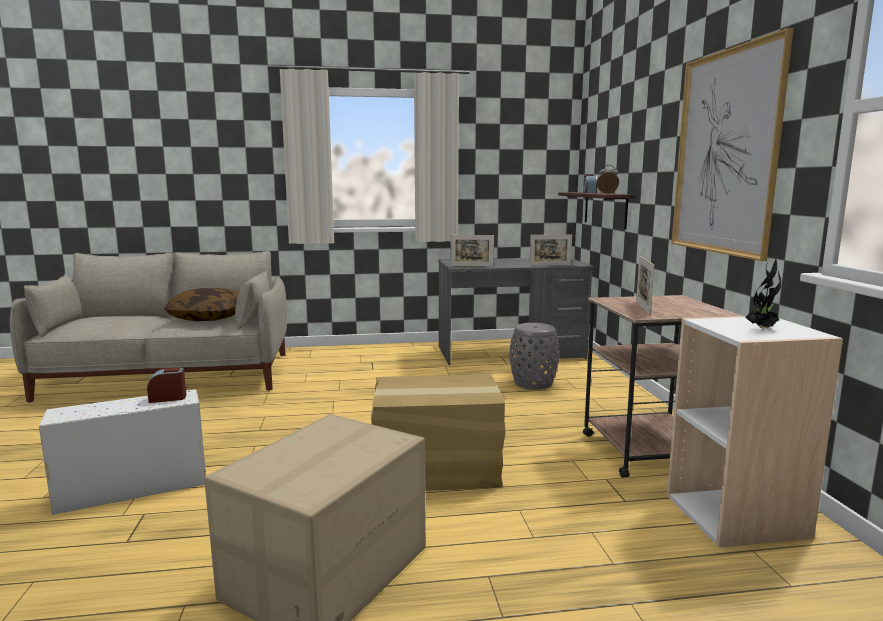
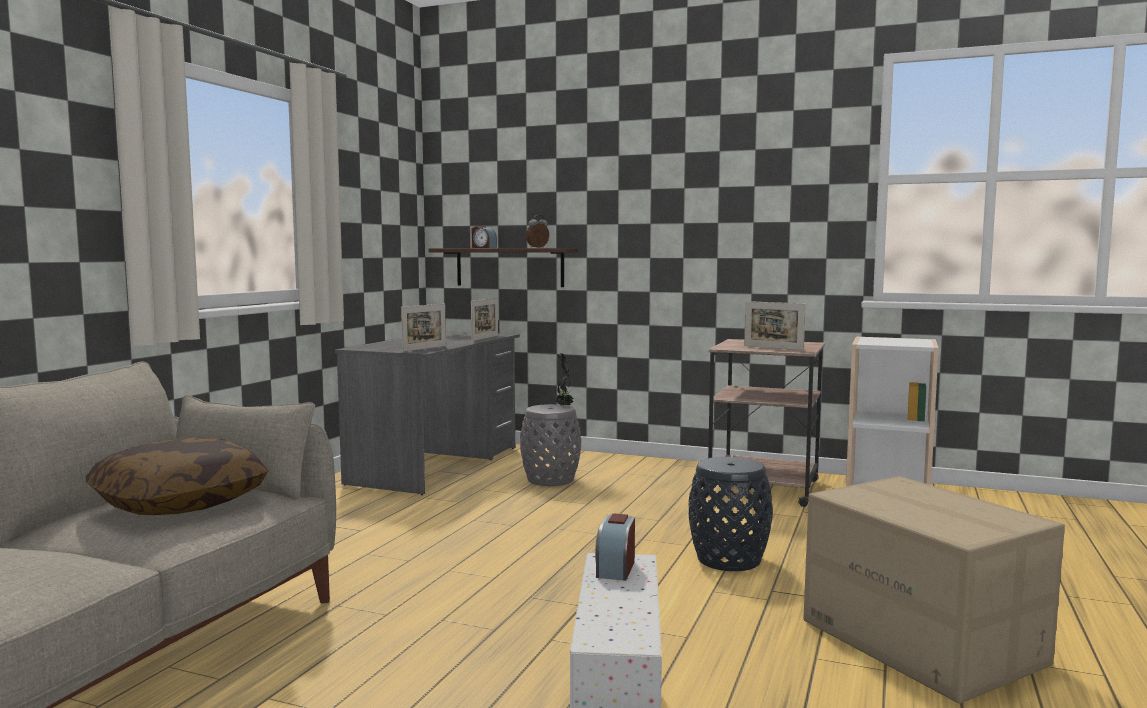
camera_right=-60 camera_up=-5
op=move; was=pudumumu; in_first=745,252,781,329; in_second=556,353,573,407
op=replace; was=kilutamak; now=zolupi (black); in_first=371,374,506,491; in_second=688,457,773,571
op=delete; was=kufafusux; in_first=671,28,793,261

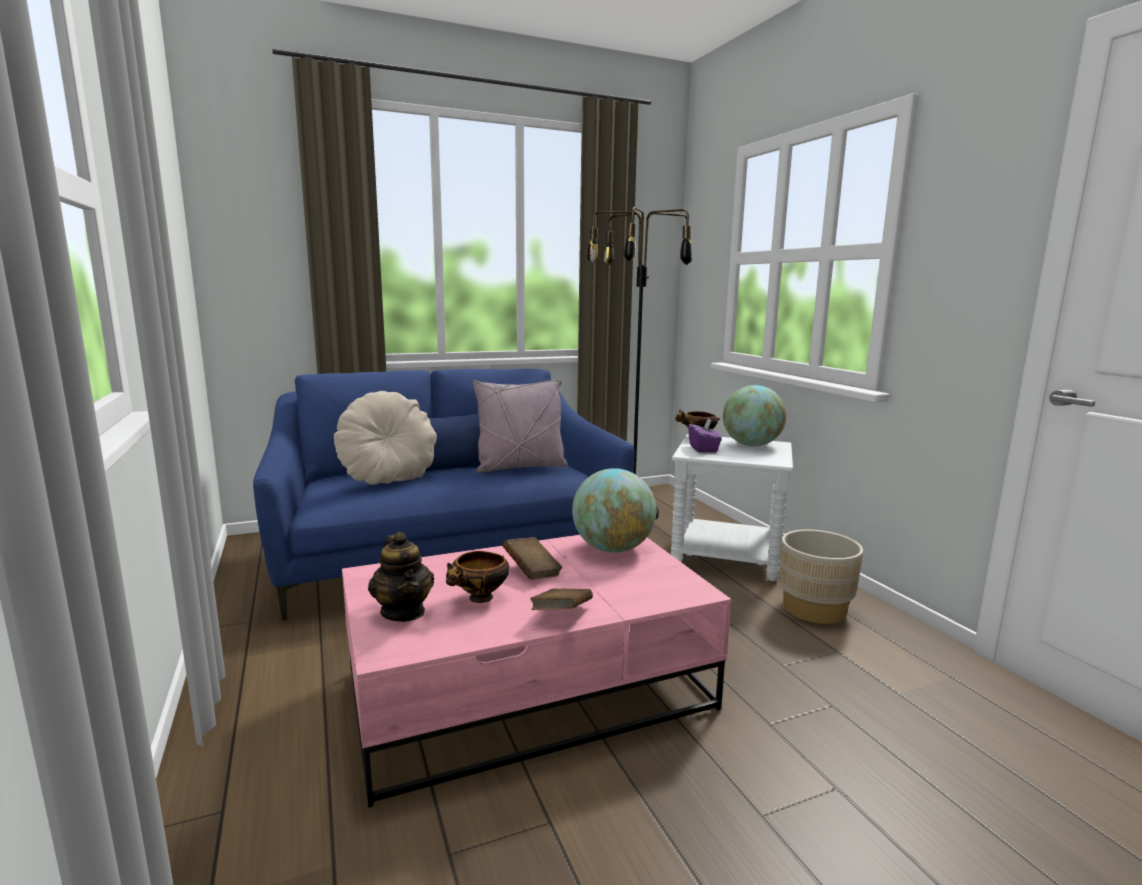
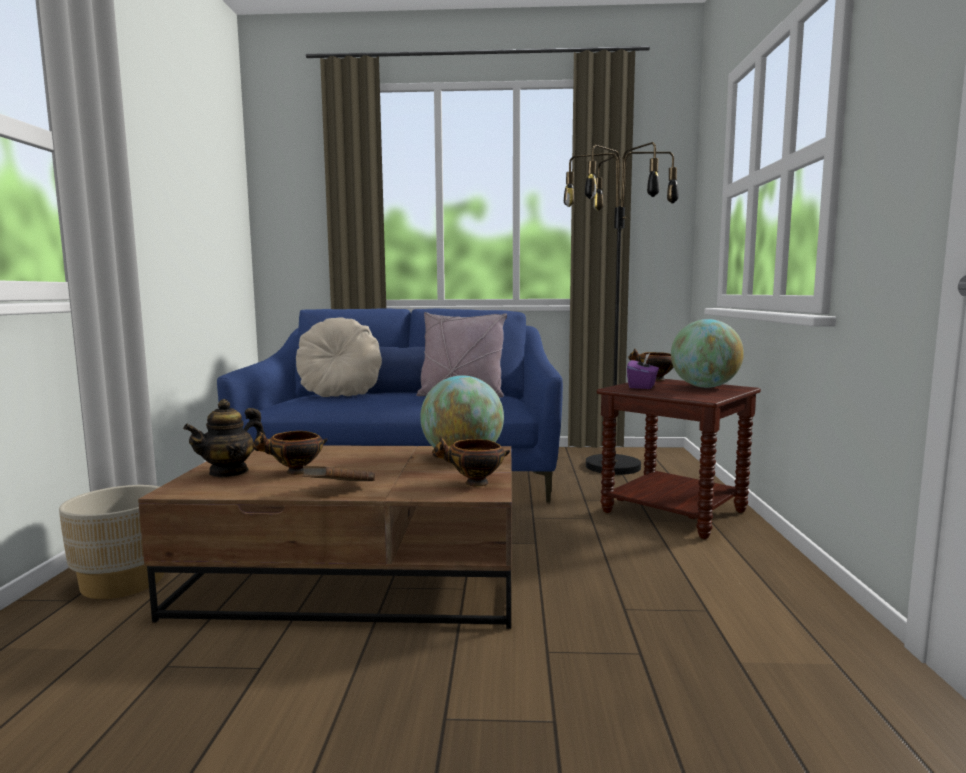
camera_right=25 camera_up=-5
op=move; was=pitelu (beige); in_first=779,530,863,624; in_second=59,485,164,599
op=recolor; was=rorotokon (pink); now=rorotokon (brown); in_first=342,535,731,807; in_second=138,445,512,629
op=rotate; was=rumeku; in_first=368,532,434,622; in_second=183,399,266,478; clockwise=45
op=insert; now=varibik; in_second=432,437,510,487
op=recolor; was=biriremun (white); now=biriremun (brown); in_first=671,434,793,581; in_second=597,379,761,539
op=delete; was=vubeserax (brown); in_first=502,537,562,579

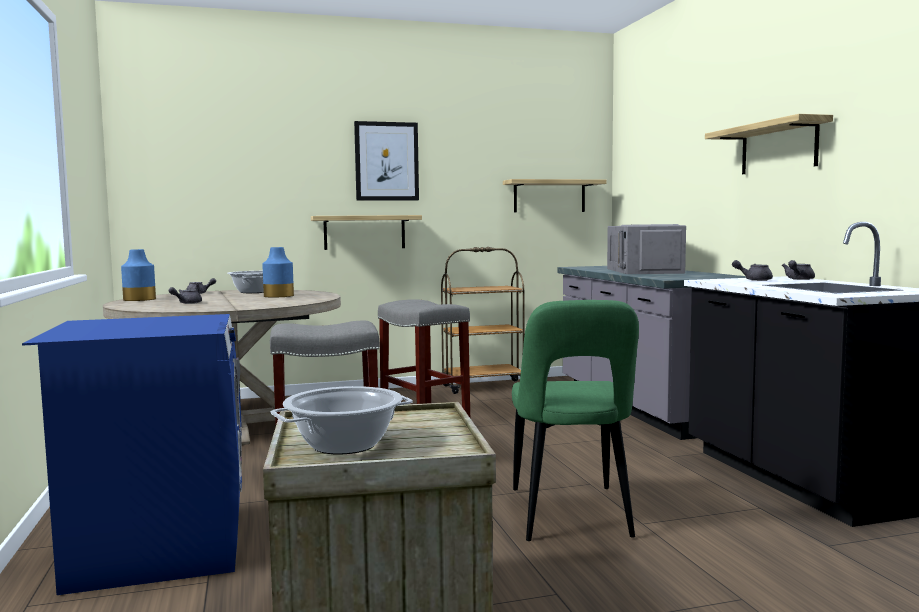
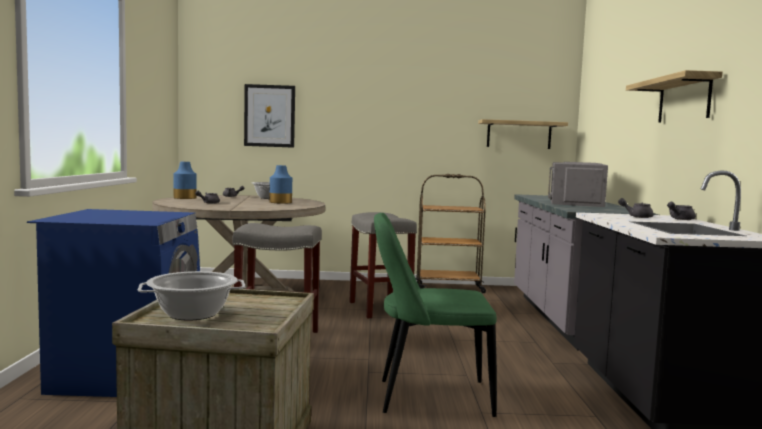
camera_right=15 camera_up=0
op=move; was=kufafusux; in_first=354,121,419,201; in_second=244,84,295,148
op=rotate; was=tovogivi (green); in_first=512,300,639,541; in_second=374,213,497,417; clockwise=75
op=delete; was=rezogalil; in_first=311,215,422,250

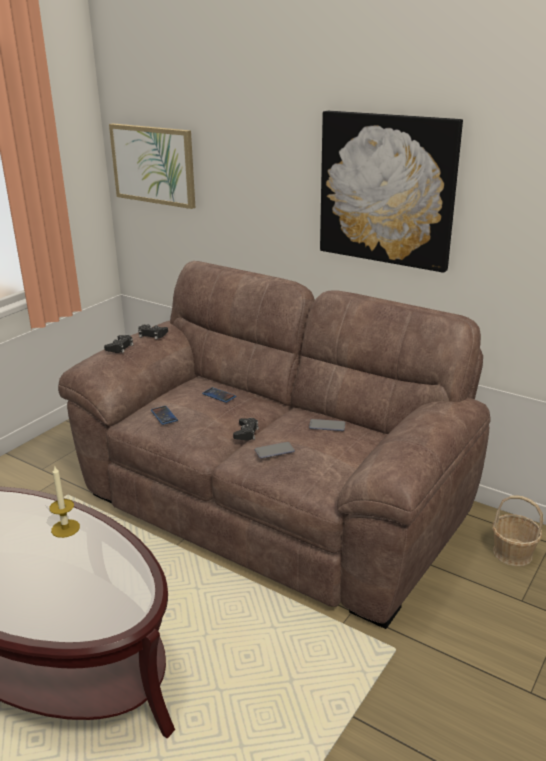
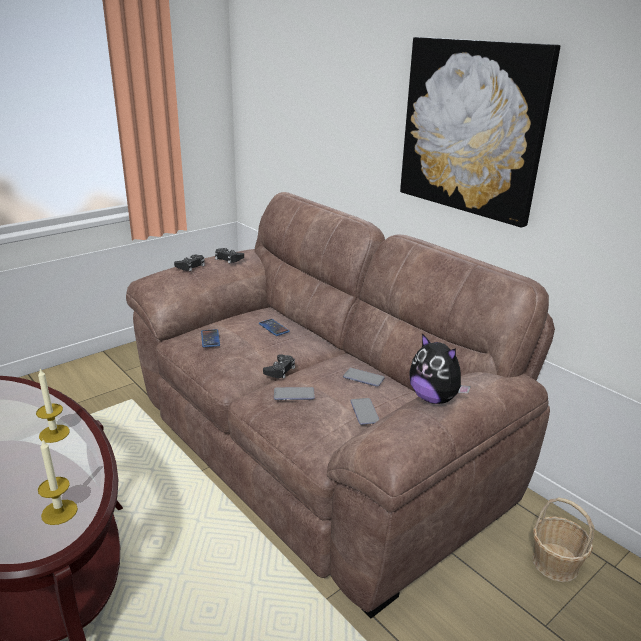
camera_right=15 camera_up=0
op=insert; now=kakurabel; in_second=38,440,78,525
op=insert; now=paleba; in_second=351,398,379,425
op=insert; now=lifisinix; in_second=409,333,471,404
op=delete; was=kufafusux; in_first=109,123,195,209

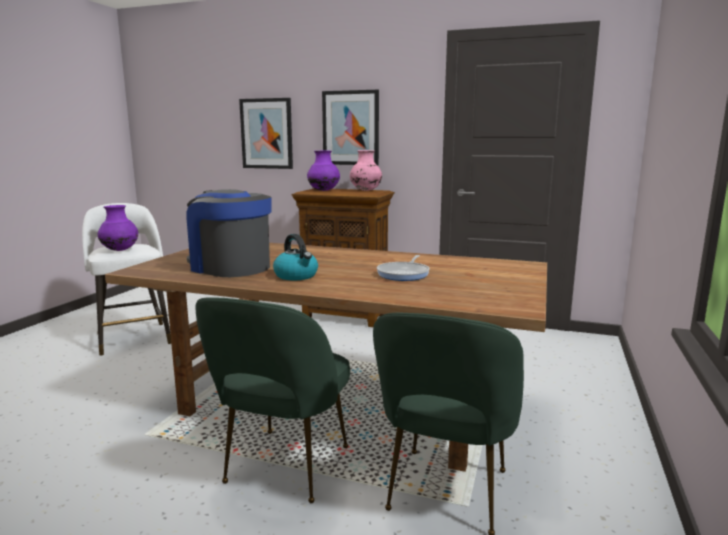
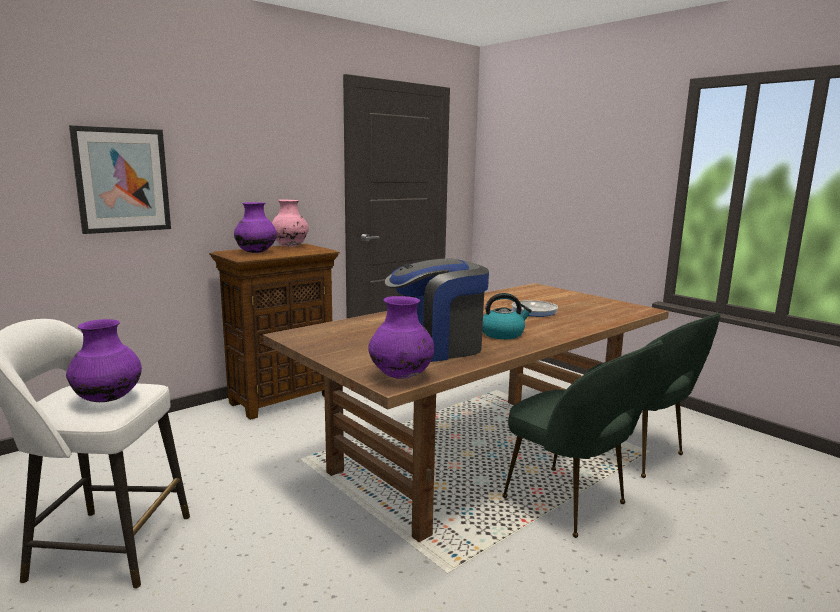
camera_right=-60 camera_up=0
op=insert; now=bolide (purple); in_second=368,296,434,379
op=delete; was=kufafusux; in_first=322,90,379,165

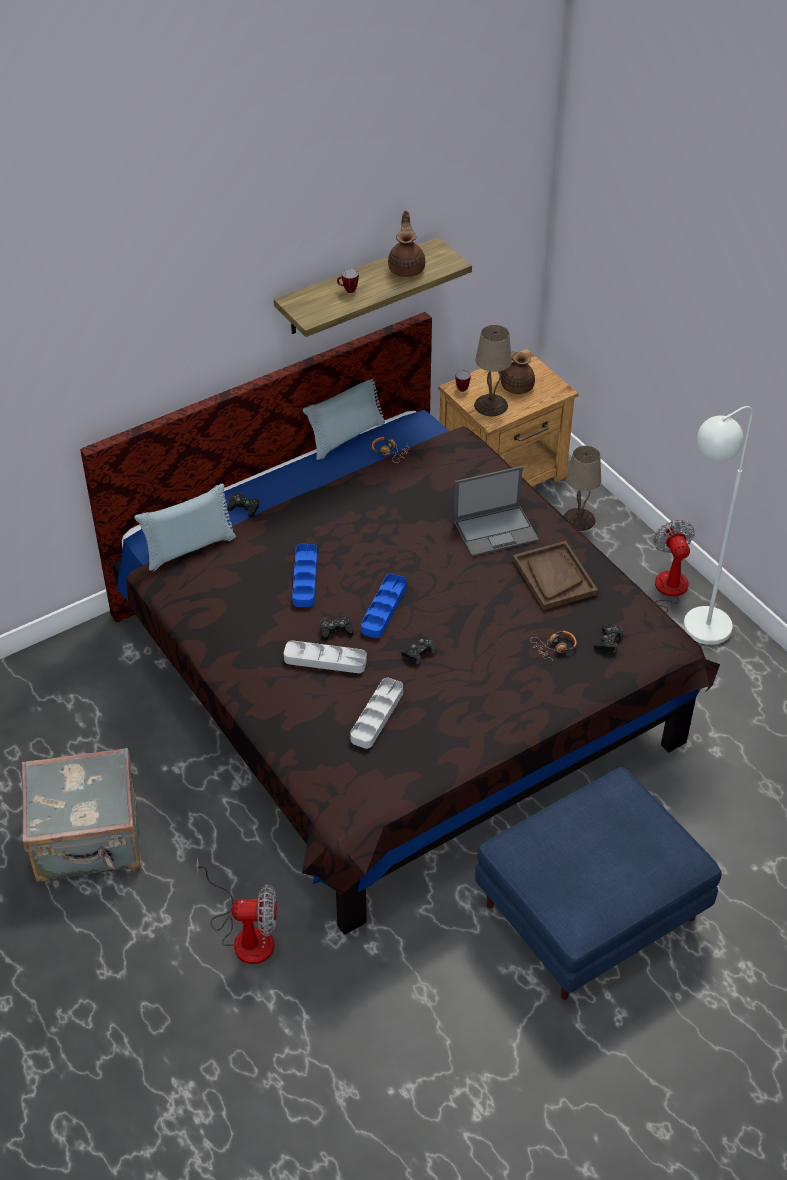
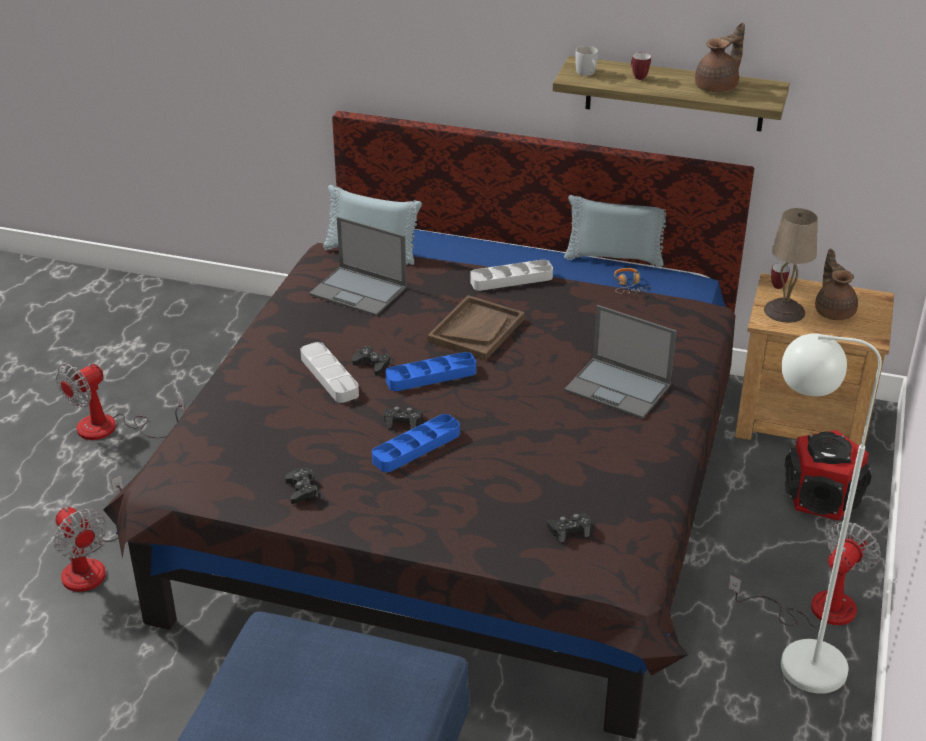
camera_right=50 camera_up=-10
op=replace; was=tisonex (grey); now=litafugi; in_first=22,748,141,882; in_second=56,363,185,440
op=move; was=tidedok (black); in_first=227,492,259,518; in_second=285,468,318,504
op=insert; now=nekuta; in_second=309,217,407,316
op=move; was=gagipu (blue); in_first=292,544,317,607; in_second=372,414,460,472
op=move; was=gagipu (brown); in_first=513,541,598,610; in_second=427,295,525,361
op=move; was=gagipu (grey); in_first=350,678,403,749; in_second=470,260,553,291
op=insert; now=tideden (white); in_second=575,46,598,76
op=replace; was=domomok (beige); now=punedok; in_first=564,445,601,531; in_second=784,430,872,521
op=delete; was=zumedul; in_first=530,631,577,660

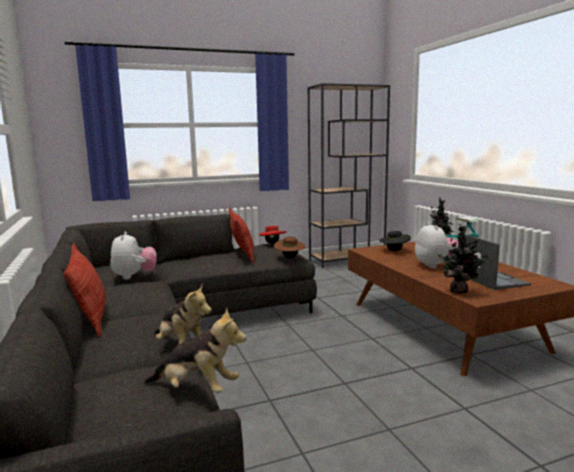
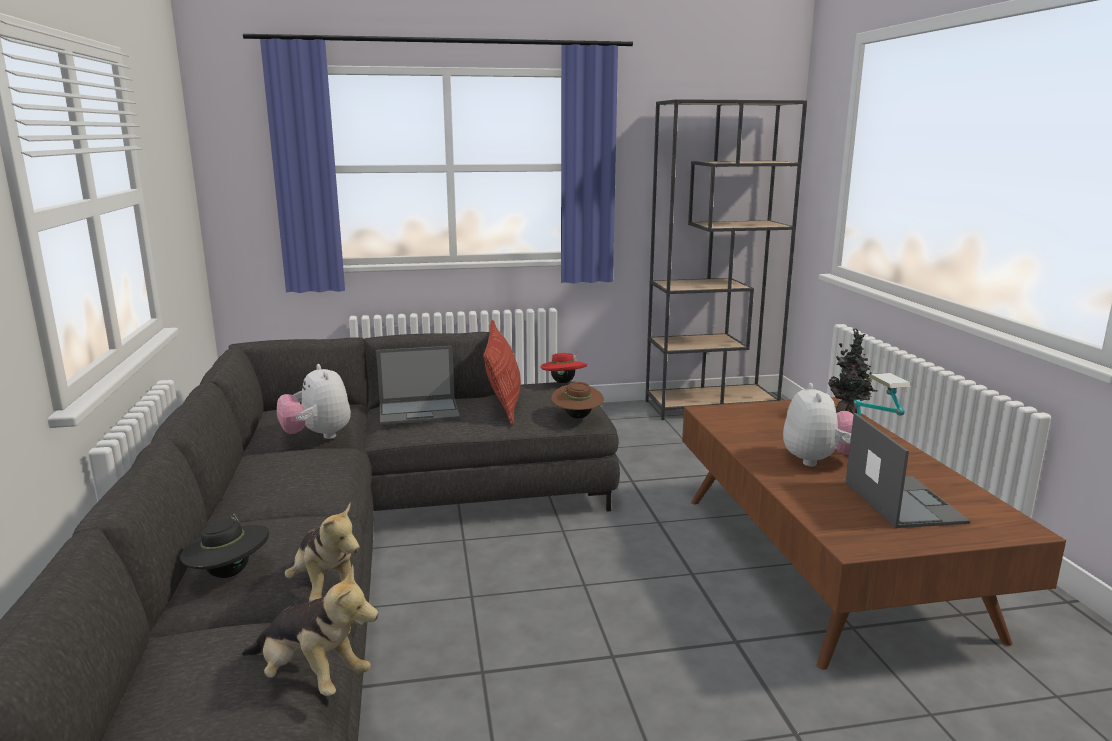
camera_right=10 camera_up=5
op=move; was=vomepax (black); in_first=379,231,411,251; in_second=180,512,269,578
op=rotate; was=lifisinix; in_first=110,232,157,279; in_second=277,364,351,439; clockwise=150
op=insert; now=nekuta; in_second=376,346,460,425
op=delete; was=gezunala; in_first=64,243,105,337
op=delete; was=pudumumu; in_first=437,224,490,293

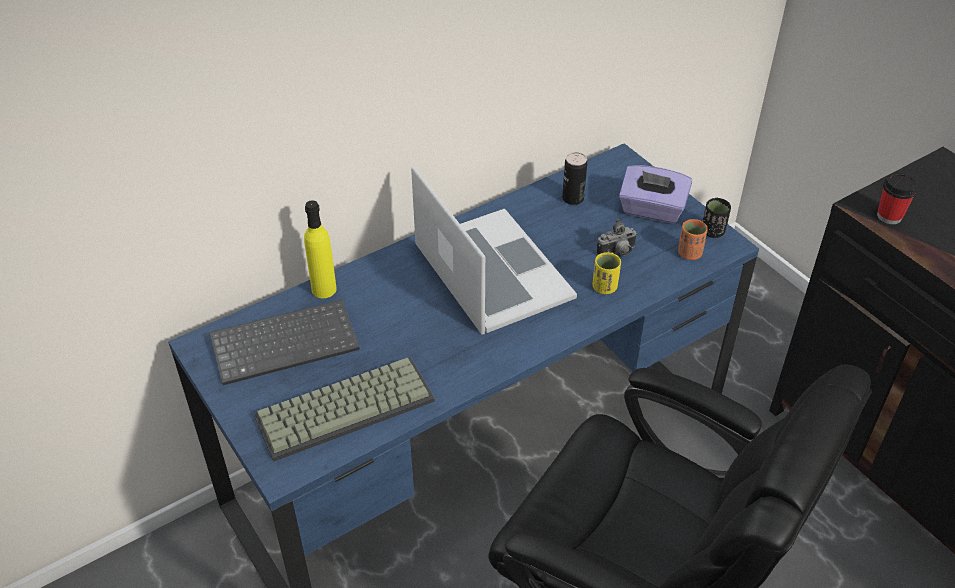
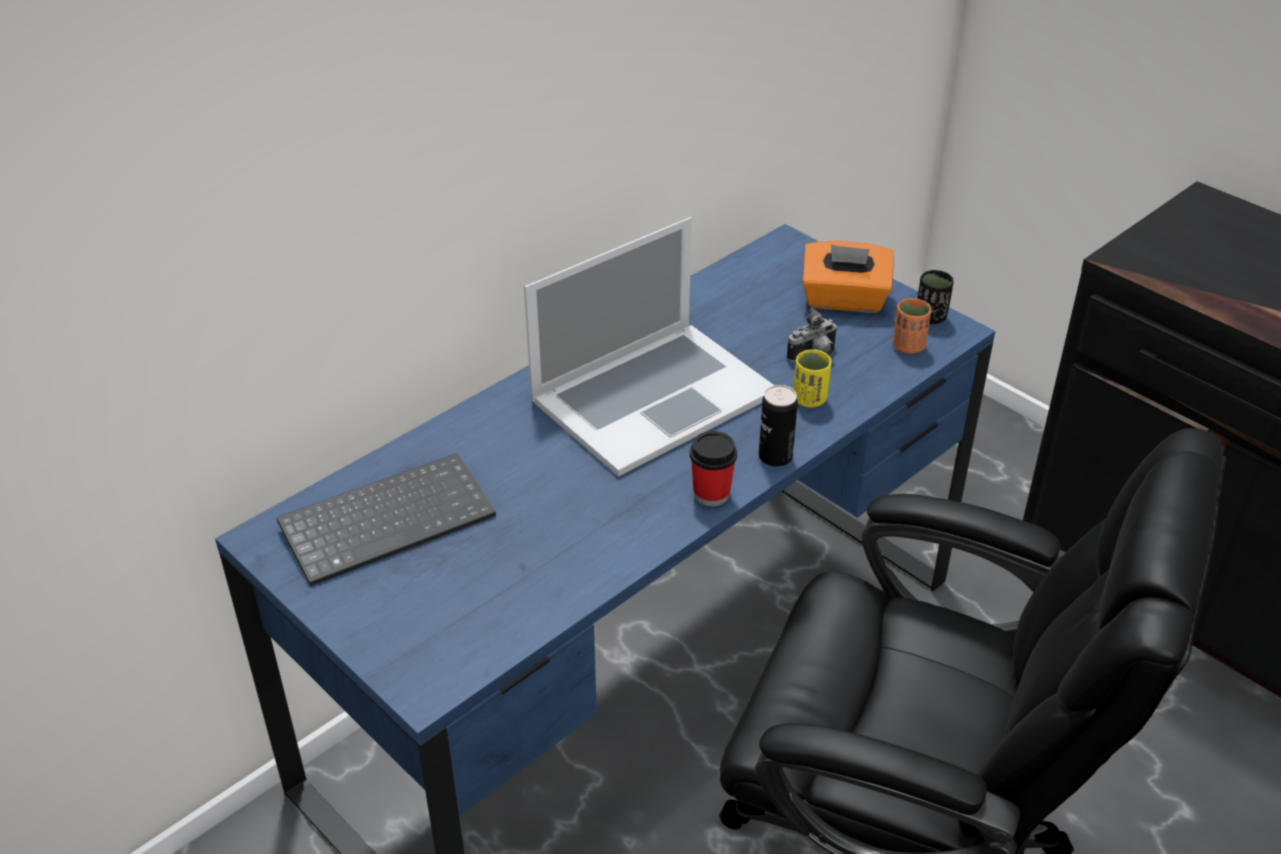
camera_right=-10 camera_up=-5
op=rotate; was=nekuta; in_first=411,166,577,335; in_second=524,217,774,477; clockwise=90
op=move; was=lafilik; in_first=877,173,917,224; in_second=690,431,737,506
op=move; was=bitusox; in_first=562,152,587,205; in_second=759,385,798,467
op=recolor; was=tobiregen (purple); now=tobiregen (orange); in_first=619,165,692,224; in_second=802,240,894,313
op=delete; was=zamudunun; in_first=254,358,435,462
op=delete; was=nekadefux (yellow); in_first=304,200,337,298

